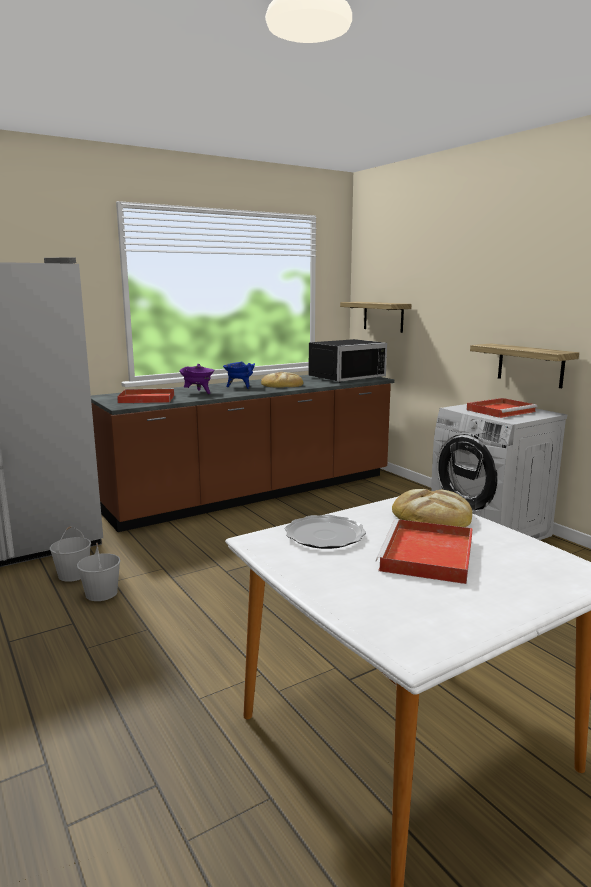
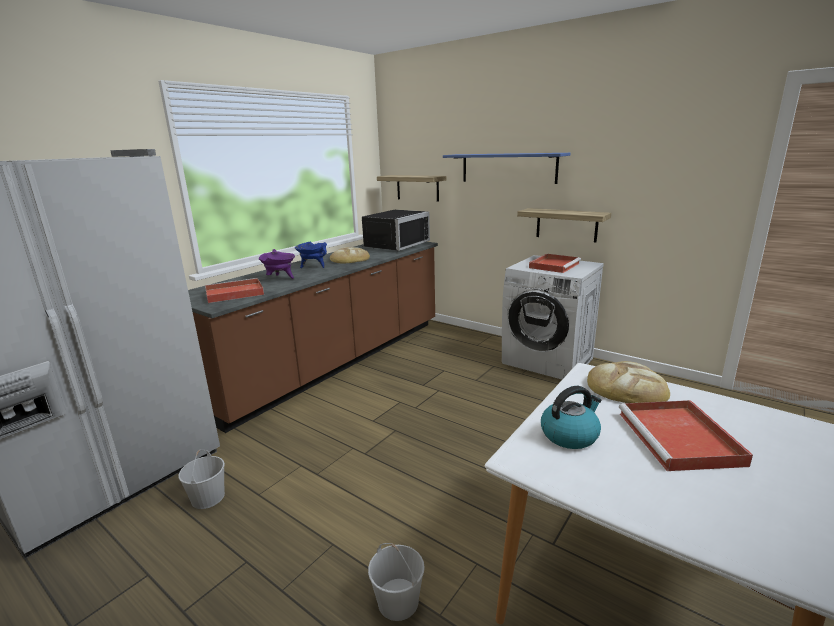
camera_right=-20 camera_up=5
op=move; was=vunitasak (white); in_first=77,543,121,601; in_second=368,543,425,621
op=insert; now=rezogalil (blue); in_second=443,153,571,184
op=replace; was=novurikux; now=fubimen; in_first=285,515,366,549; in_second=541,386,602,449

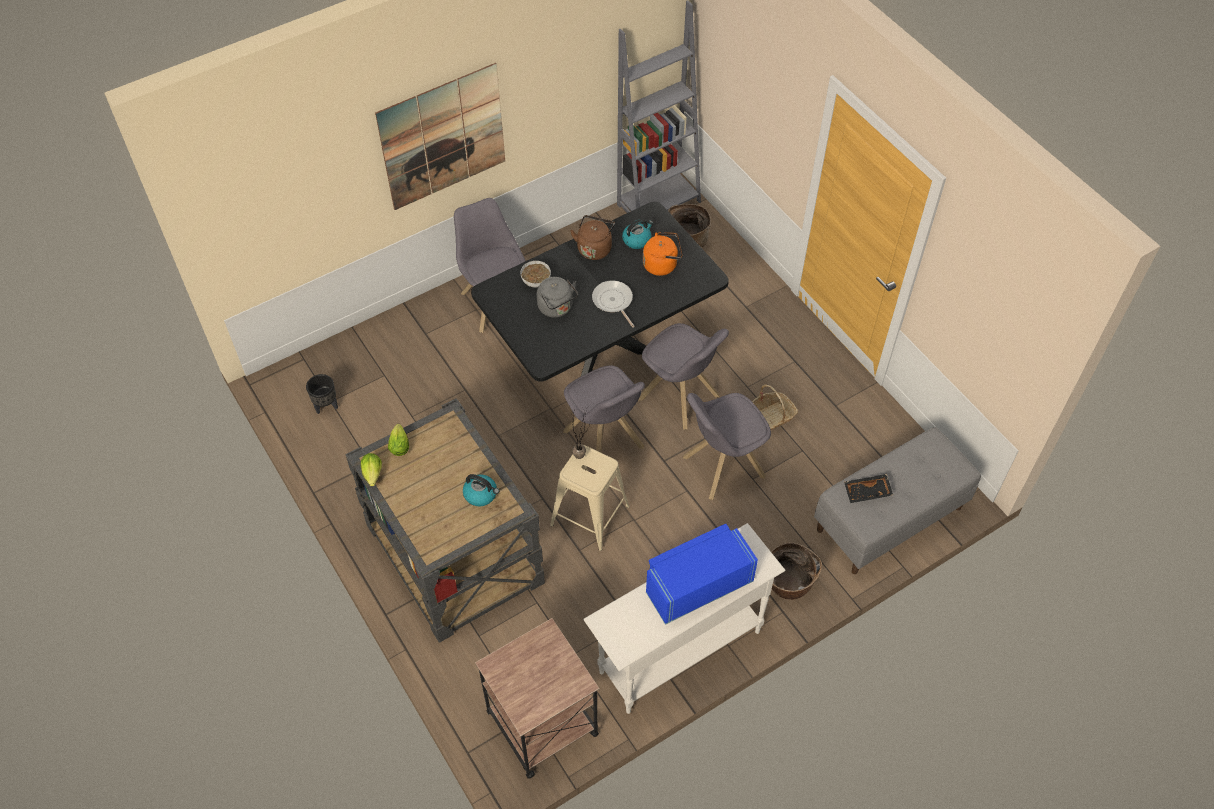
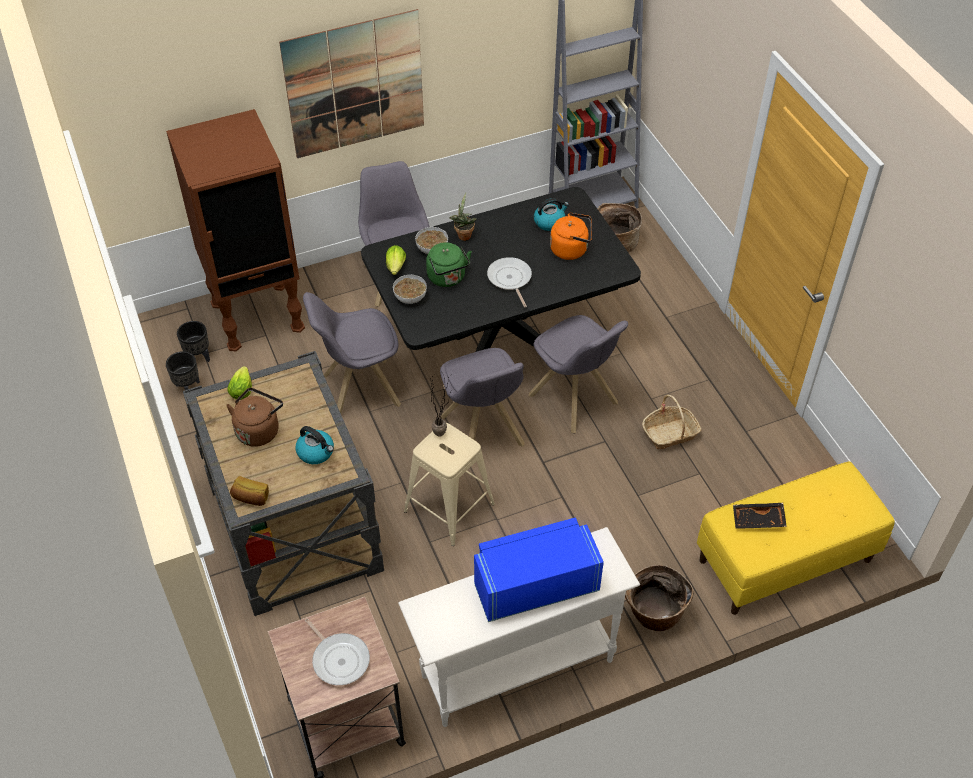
camera_right=10 camera_up=-5
op=insert; now=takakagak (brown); in_second=166,109,305,352
op=insert; now=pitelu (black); in_second=166,351,200,390
op=move; was=fubimen (brown); in_first=570,215,615,260; in_second=226,388,283,447
op=insert; now=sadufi; in_second=230,476,269,506
op=move; was=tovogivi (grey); in_first=683,393,771,500; in_second=303,292,401,413
op=insert; now=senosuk; in_second=305,618,370,685
op=move; was=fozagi; in_first=361,453,382,486; in_second=386,245,406,275
op=insert; now=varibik; in_second=393,275,427,304
op=recolor; was=fubimen (grey); now=fubimen (green); in_first=537,277,578,318; in_second=426,242,472,287
op=insert; now=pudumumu; in_second=449,192,476,241
op=recolor; was=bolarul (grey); now=bolarul (yellow); in_first=814,427,981,574; in_second=697,461,895,615

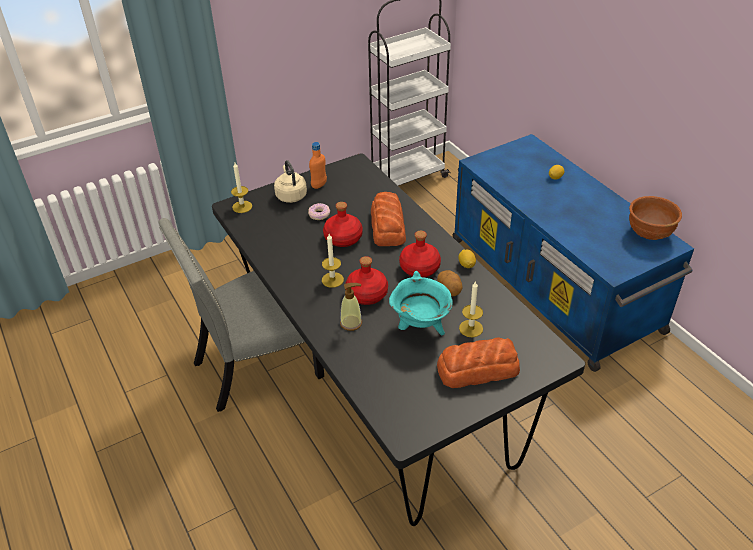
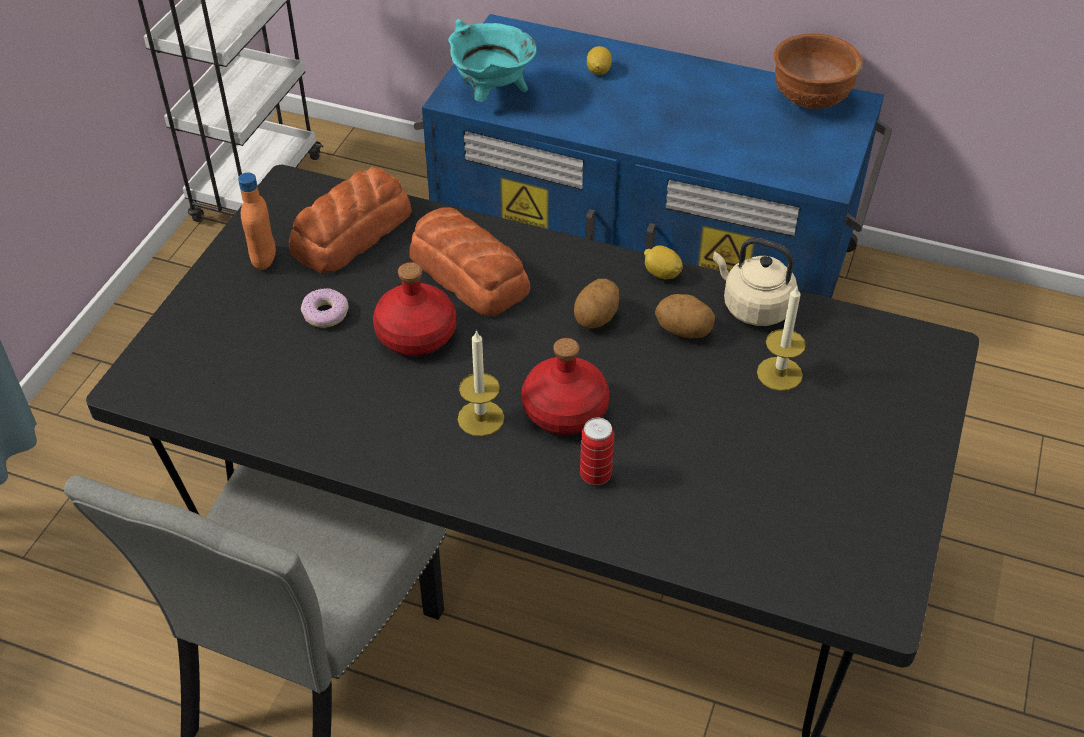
camera_right=-40 camera_up=5
op=move; was=sadufi; in_first=437,337,520,388; in_second=289,167,412,273
op=move; was=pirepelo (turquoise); in_first=389,271,453,335; in_second=448,19,537,102
op=replace; was=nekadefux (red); now=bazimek; in_first=399,231,441,277; in_second=574,279,620,328
op=replace; was=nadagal; now=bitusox; in_first=340,283,362,331; in_second=580,418,614,485
op=move; was=fubimen (beige); in_first=274,160,307,203; in_second=713,238,797,326
op=delete; was=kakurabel; in_first=231,163,252,213

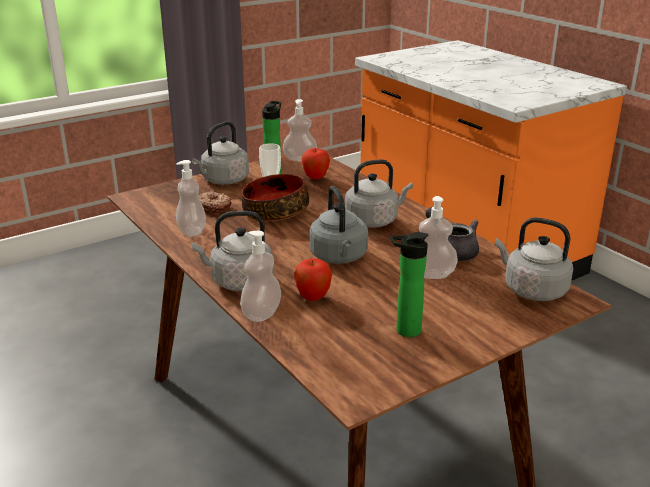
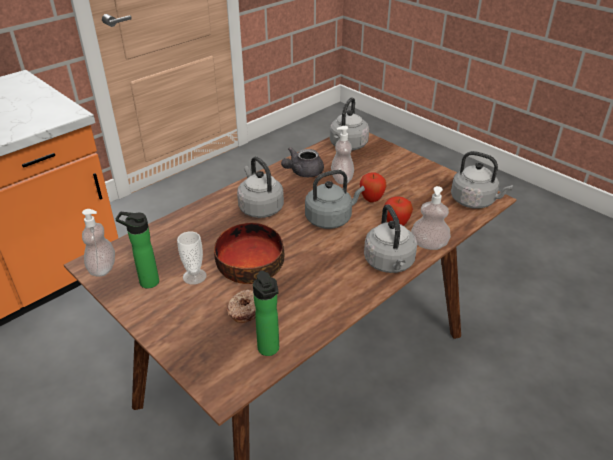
camera_right=-100 camera_up=10
op=move; was=nekadefux; in_first=390,232,428,337; in_second=253,271,279,356
op=move; was=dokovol; in_first=302,148,330,179; in_second=360,172,386,202
op=move; was=fubimen (grey); in_first=192,121,249,185; in_second=451,151,513,209
op=delete; was=nadagal; in_first=176,160,206,236

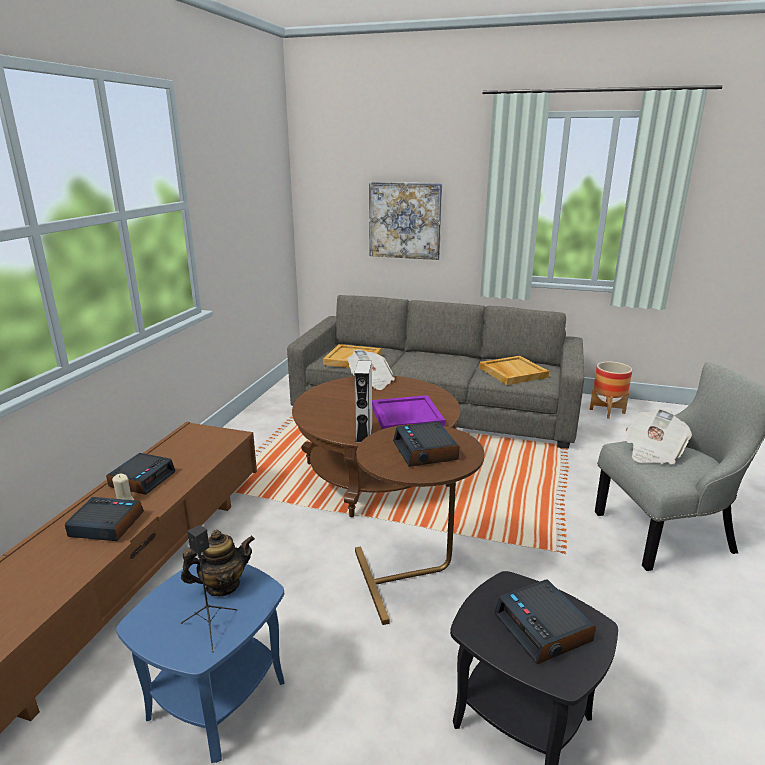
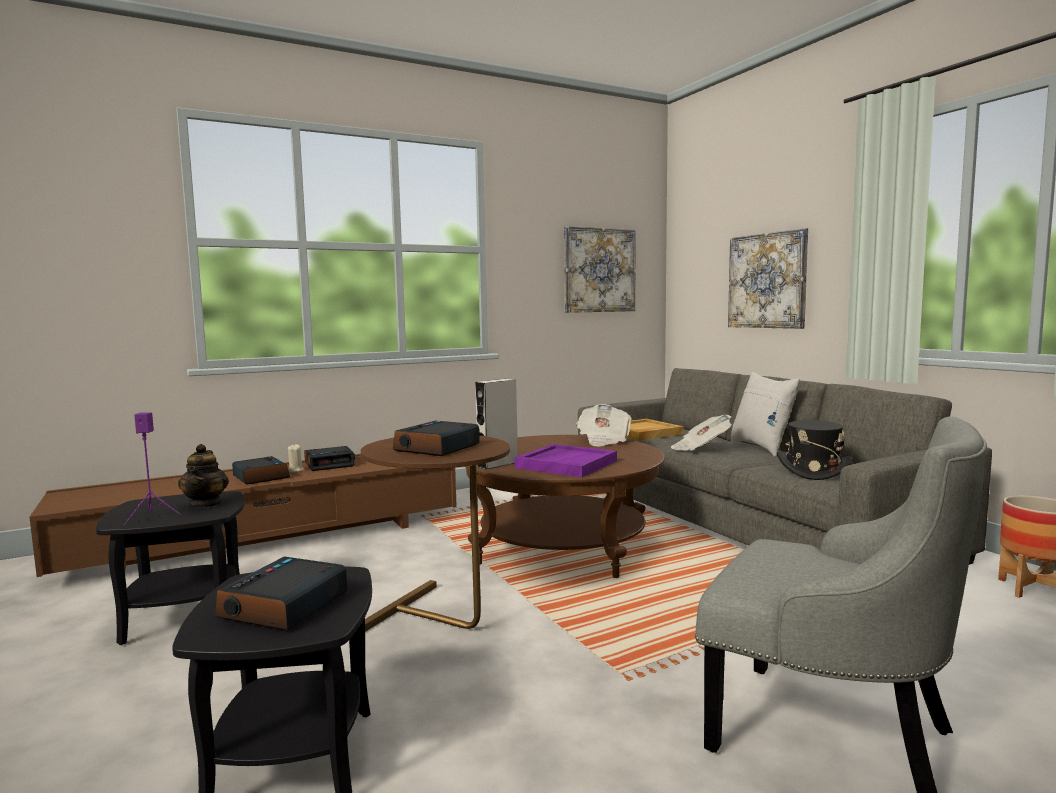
camera_right=45 camera_up=-15
op=recolor; was=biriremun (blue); now=biriremun (black); in_first=116,564,285,763; in_second=96,491,245,645
op=recolor; was=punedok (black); now=punedok (purple); in_first=181,525,237,653; in_second=124,412,182,525
op=rotate; was=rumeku; in_first=181,530,255,597; in_second=178,444,229,508; clockwise=60
op=insert; now=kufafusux; in_second=564,226,636,313
op=move; was=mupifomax; in_first=626,409,692,464; in_second=671,415,732,451
op=insert; now=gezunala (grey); in_second=730,372,800,457
op=replace; was=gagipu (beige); now=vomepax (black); in_first=480,356,549,385; in_second=777,420,852,480

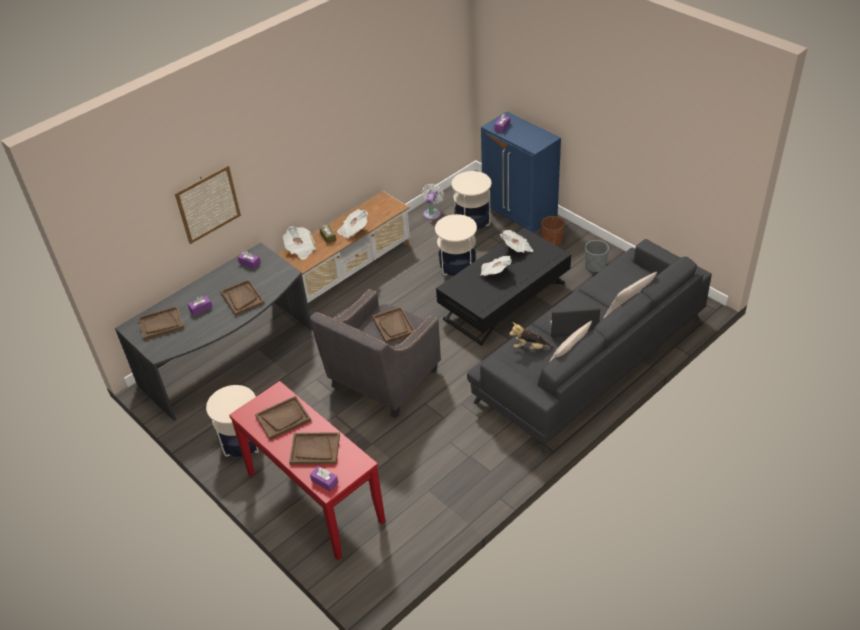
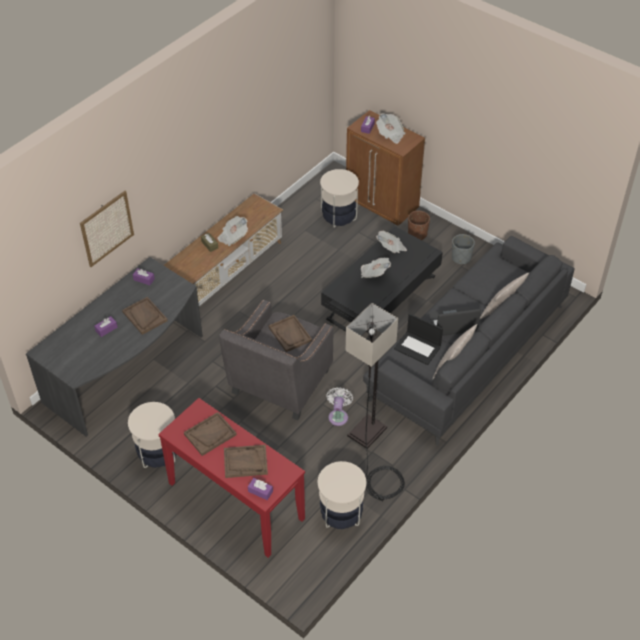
camera_right=-10 camera_up=5
op=move; was=biriremun (beige); in_first=435,214,477,276; in_second=318,461,366,529
op=move; was=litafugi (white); in_first=422,184,444,220; in_second=326,387,353,426
op=insert; now=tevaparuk; in_second=345,303,405,502
op=recolor; was=takakagak (blue); now=takakagak (brown); in_first=481,112,561,232; in_second=346,110,425,226
op=move; was=mupifomax; in_first=283,226,316,260; in_second=376,113,405,144
op=replace; was=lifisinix; now=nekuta; in_first=509,322,554,349; in_second=394,313,443,365
op=delete; was=gagipu (brown); in_first=138,306,184,340

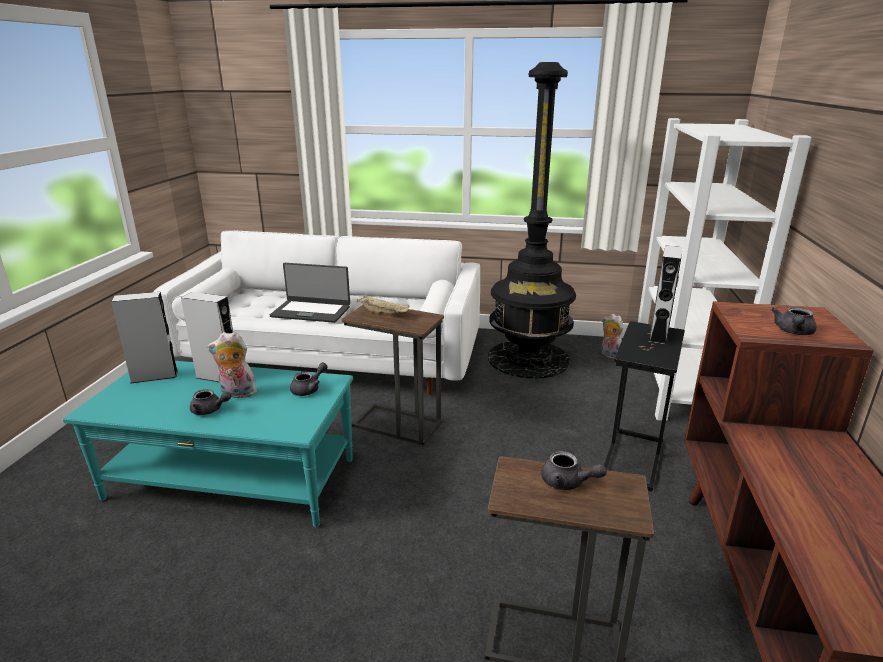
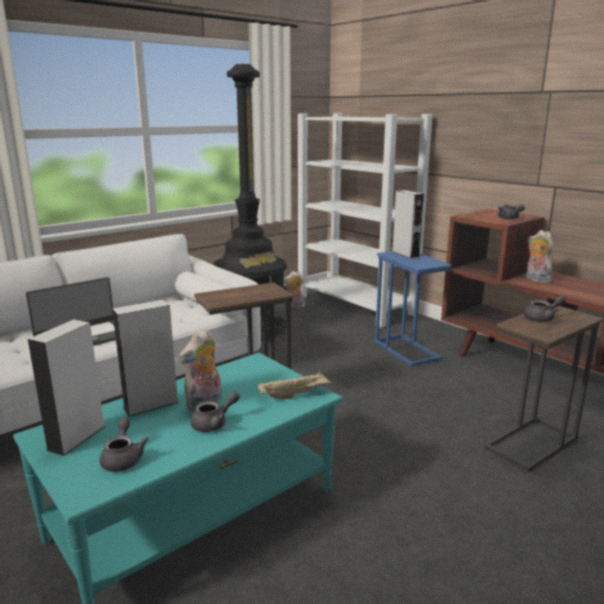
camera_right=-50 camera_up=-5
op=move; was=rumeku (grey); in_first=290,362,328,396; in_second=100,417,148,472
op=move; was=gagipu (beige); in_first=357,296,410,315; in_second=257,371,331,399
op=recolor; was=biriremun (black); now=biriremun (blue); in_first=604,321,685,492; in_second=374,251,452,367
op=insert; now=lifisinix; in_second=526,230,554,283

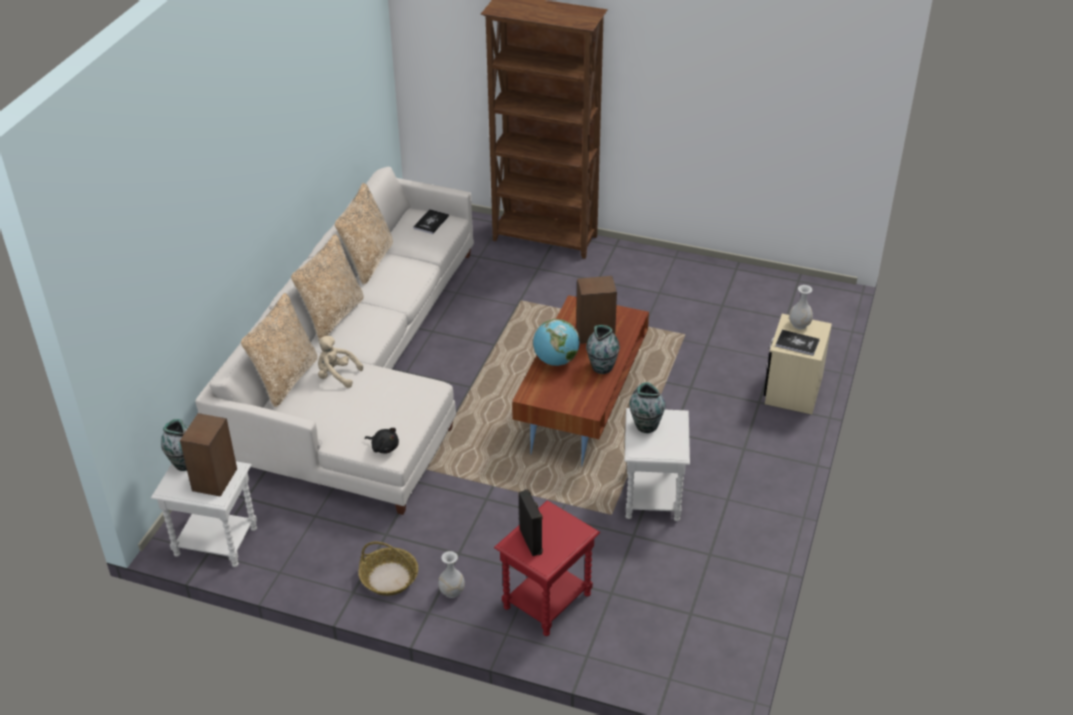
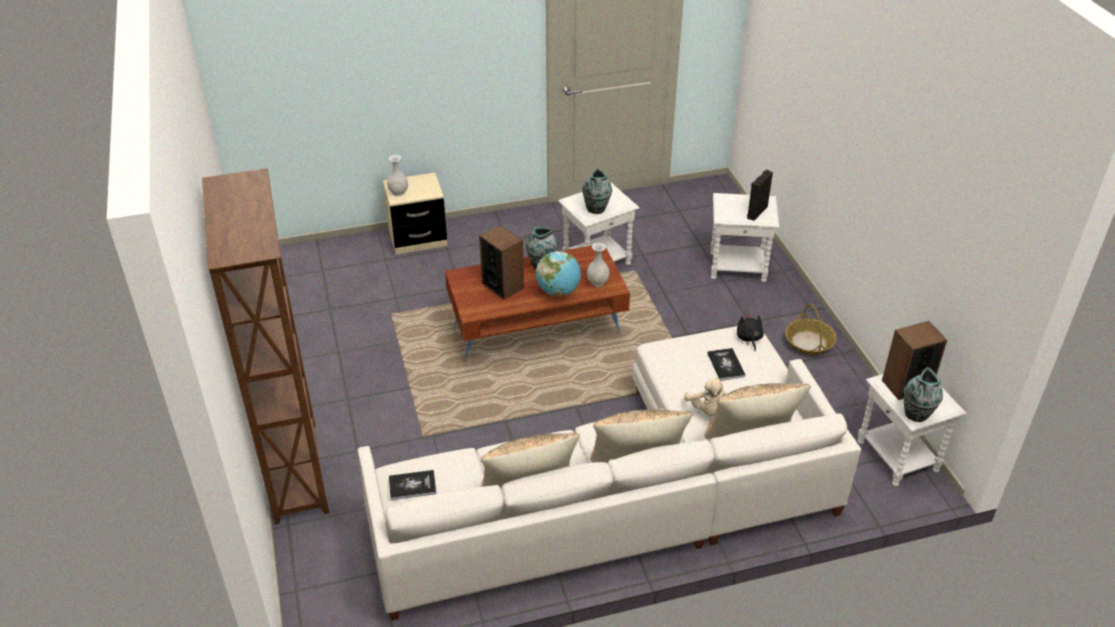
camera_right=-125 camera_up=0
op=move; was=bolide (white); in_first=438,551,465,598; in_second=587,243,609,287
op=move; was=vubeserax; in_first=776,330,820,356; in_second=707,348,745,381
op=recolor; was=biriremun (red); now=biriremun (white); in_first=494,500,600,636; in_second=710,193,779,282

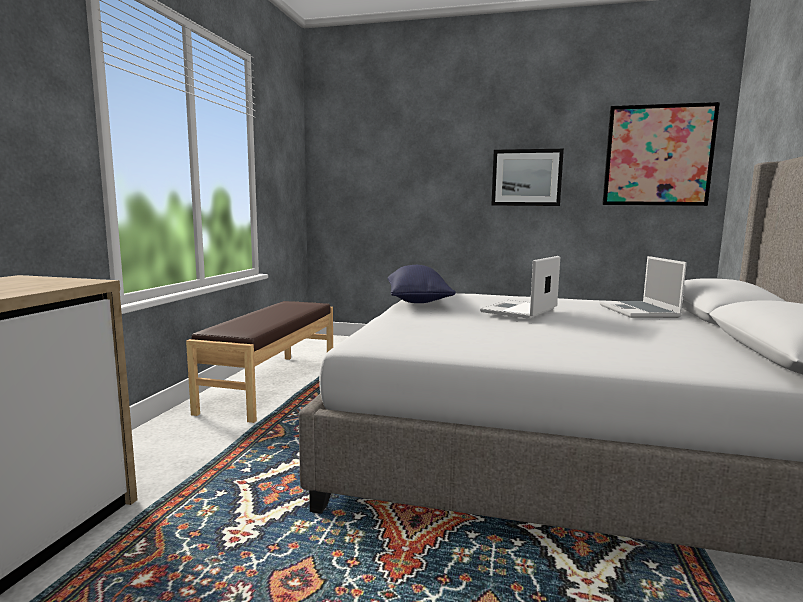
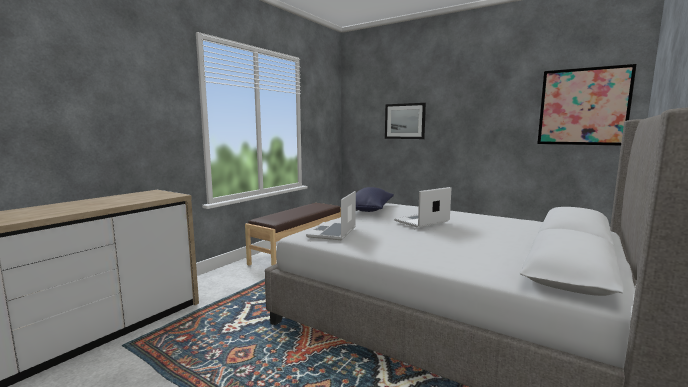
camera_right=20 camera_up=0
op=move; was=nekuta; in_first=600,256,687,318; in_second=306,191,356,240
op=move; was=kufafusux; in_first=491,149,564,206; in_second=385,103,426,139

